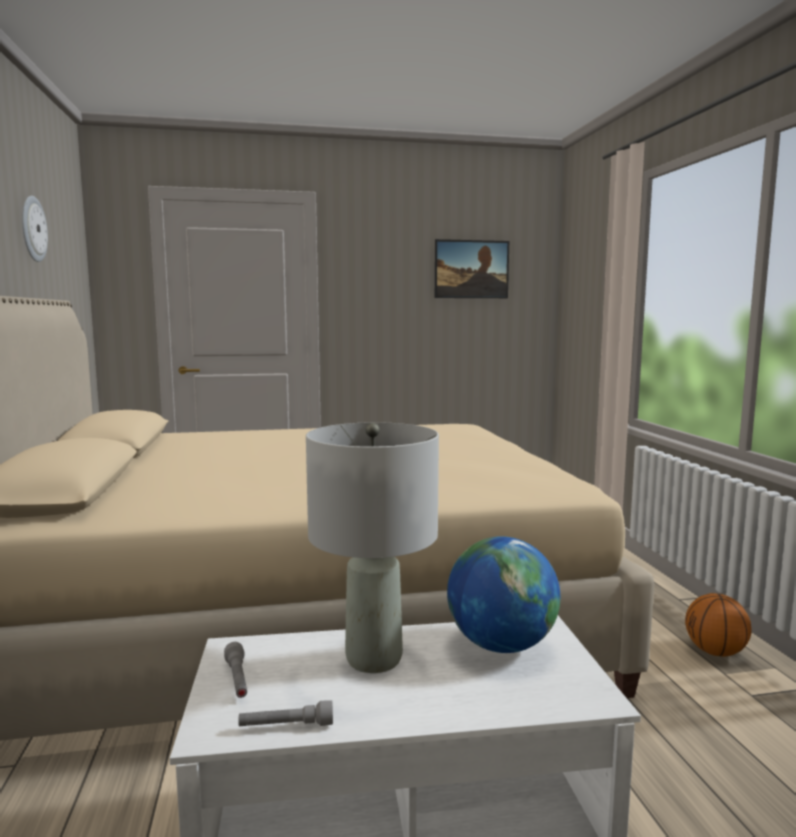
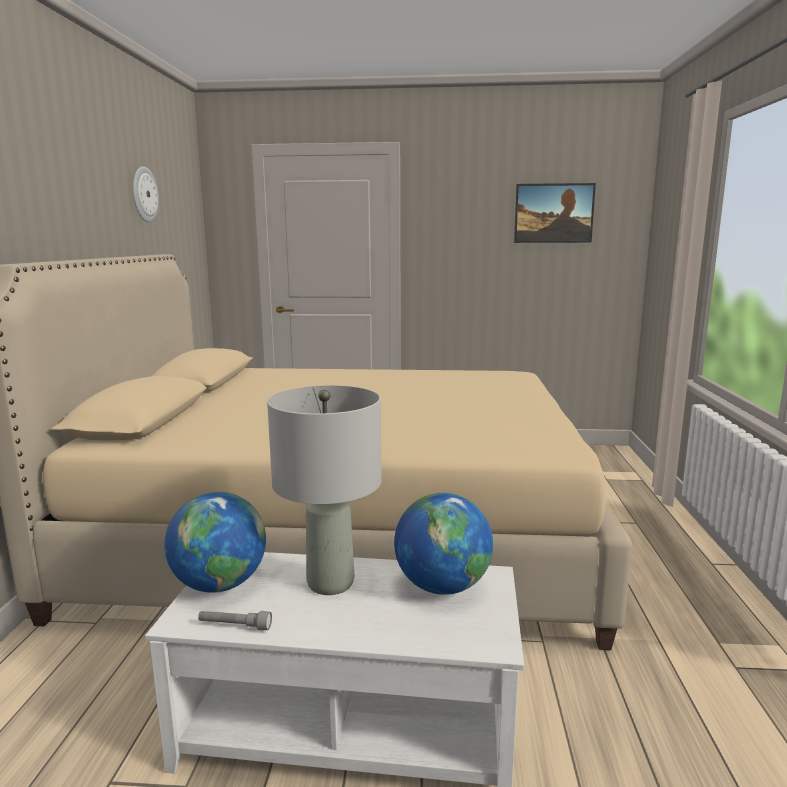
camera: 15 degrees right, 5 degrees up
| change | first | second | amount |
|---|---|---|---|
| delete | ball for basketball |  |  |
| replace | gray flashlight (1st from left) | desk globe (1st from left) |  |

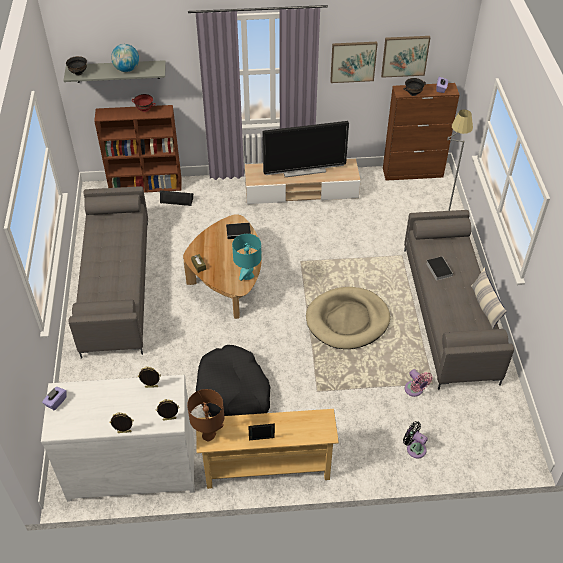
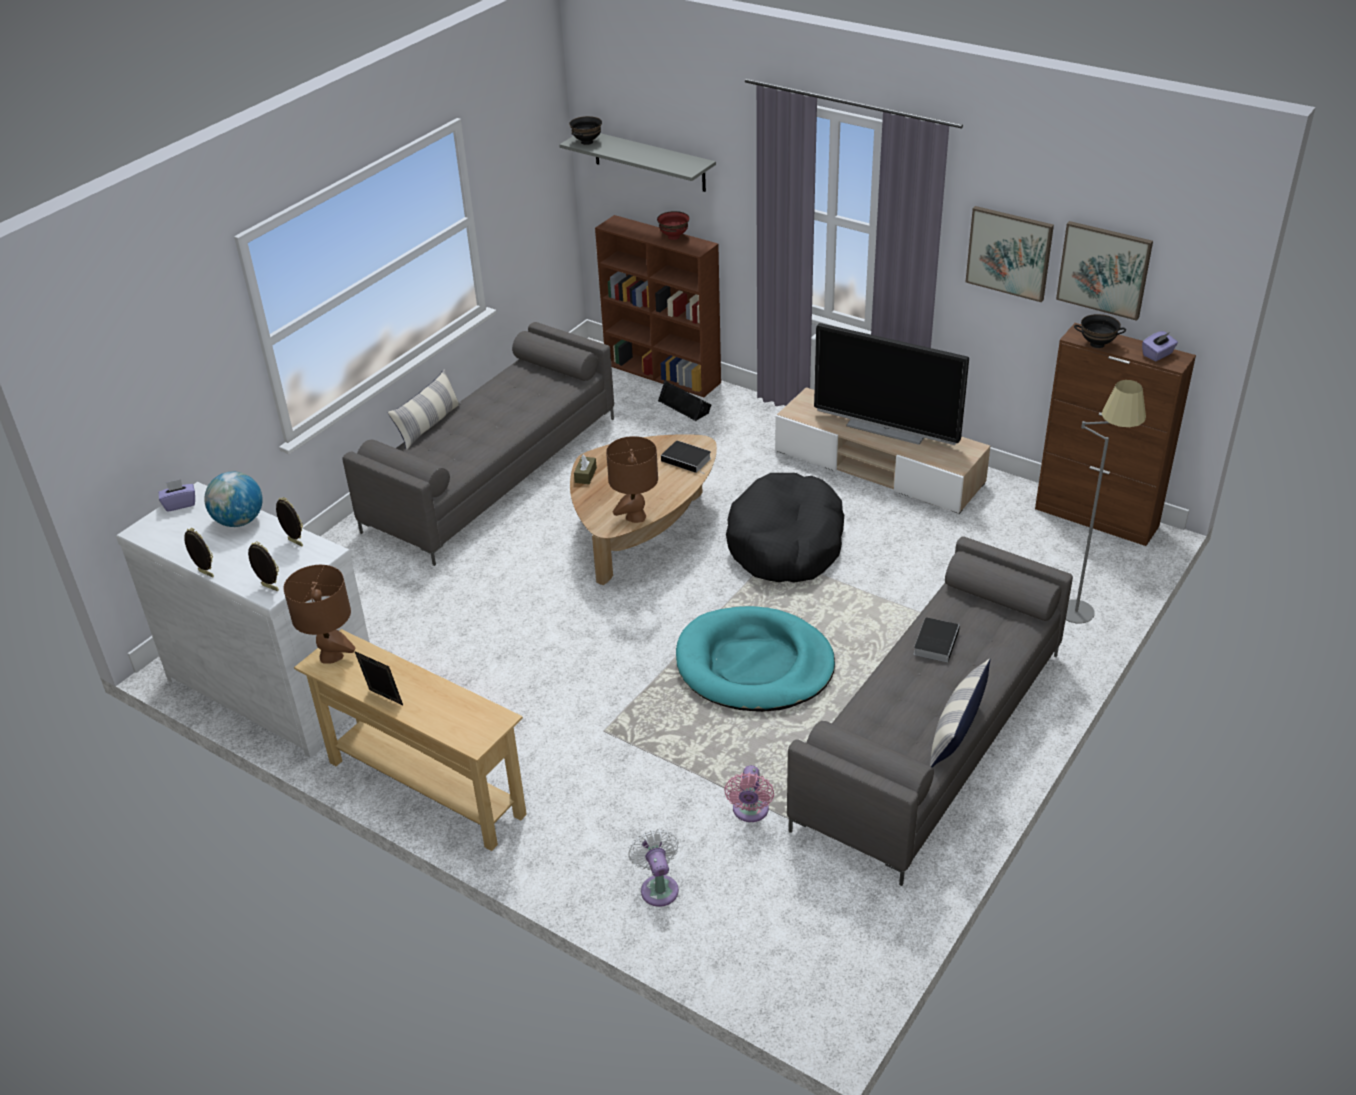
camera: 40 degrees right, 10 degrees down
| change | first | second | amount |
|---|---|---|---|
| insert |  | cushion (1st from left) |  |
| move | desk globe |  |  |
| move | black dog bed |  |  |
| recolor | turquoise tabletop lamp | brown-coloured tabletop lamp (2nd from left) |  |
| recolor | beige dog bed | turquoise dog bed |  |
| recolor | black electric fan | white electric fan |  |

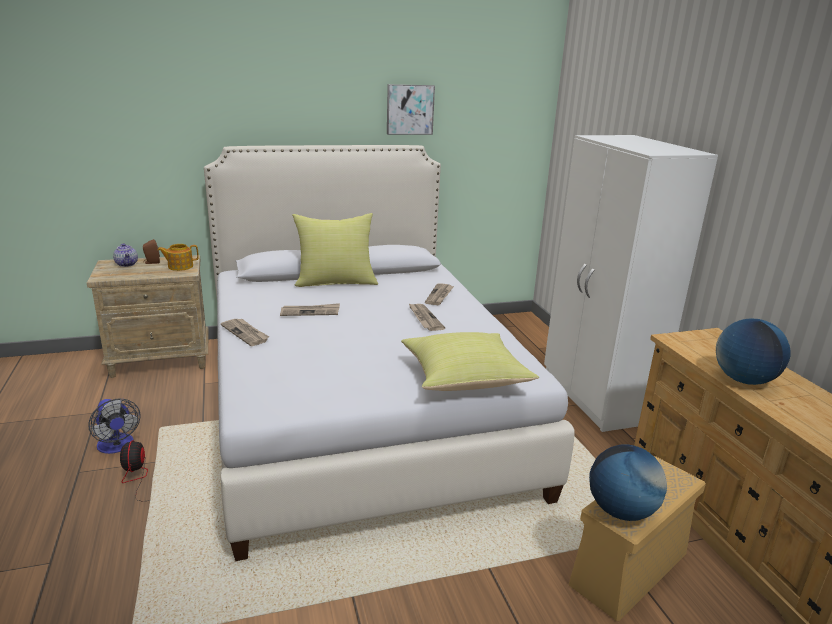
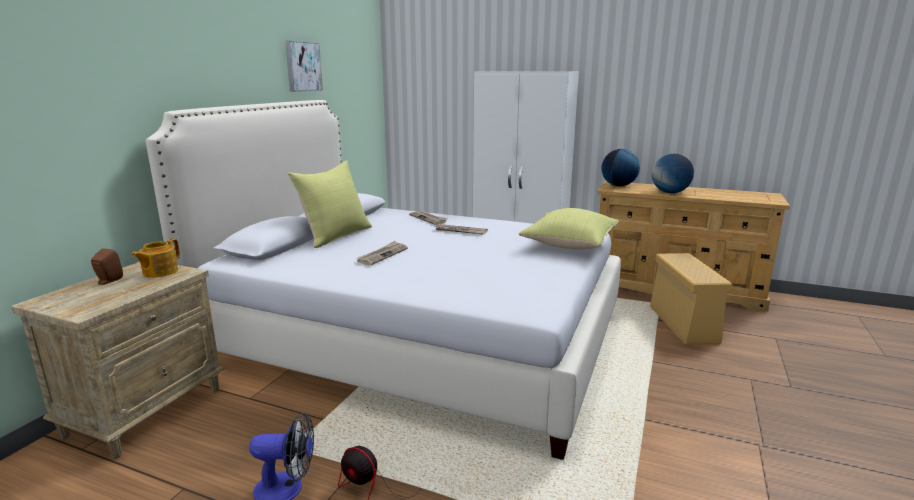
camera: 50 degrees left, 5 degrees down
| change | first | second | amount |
|---|---|---|---|
| delete | teapot (1st from left) |  |  |
| delete | newspaper (1st from left) |  |  |
| move | desk globe (1st from left) |  |  |

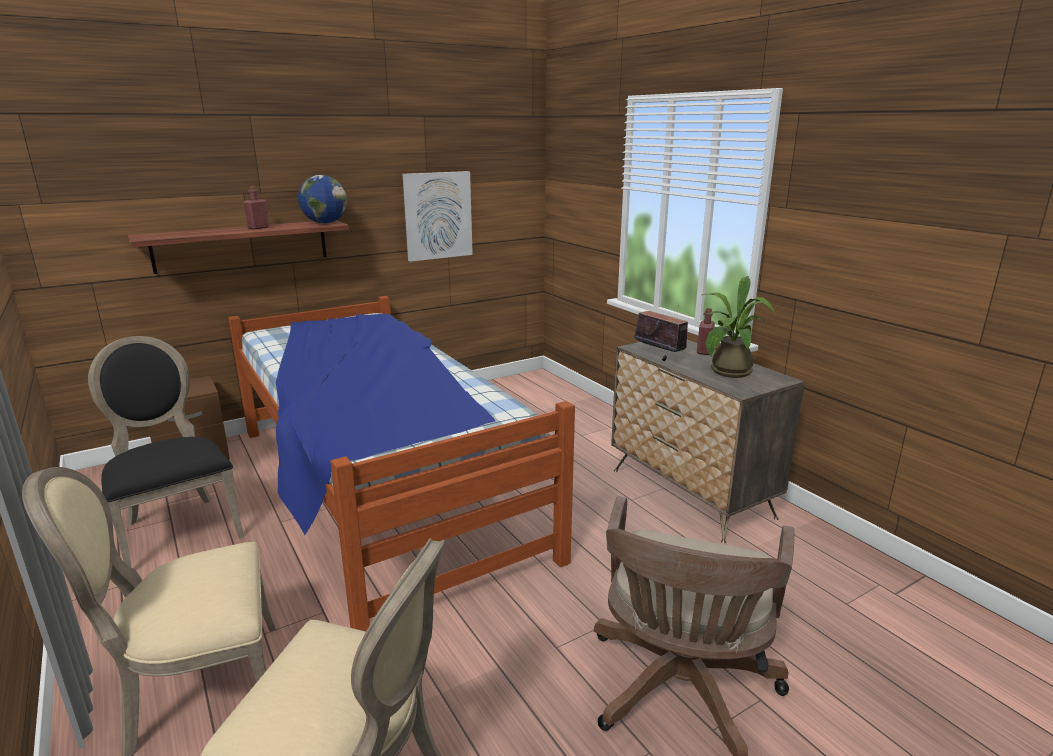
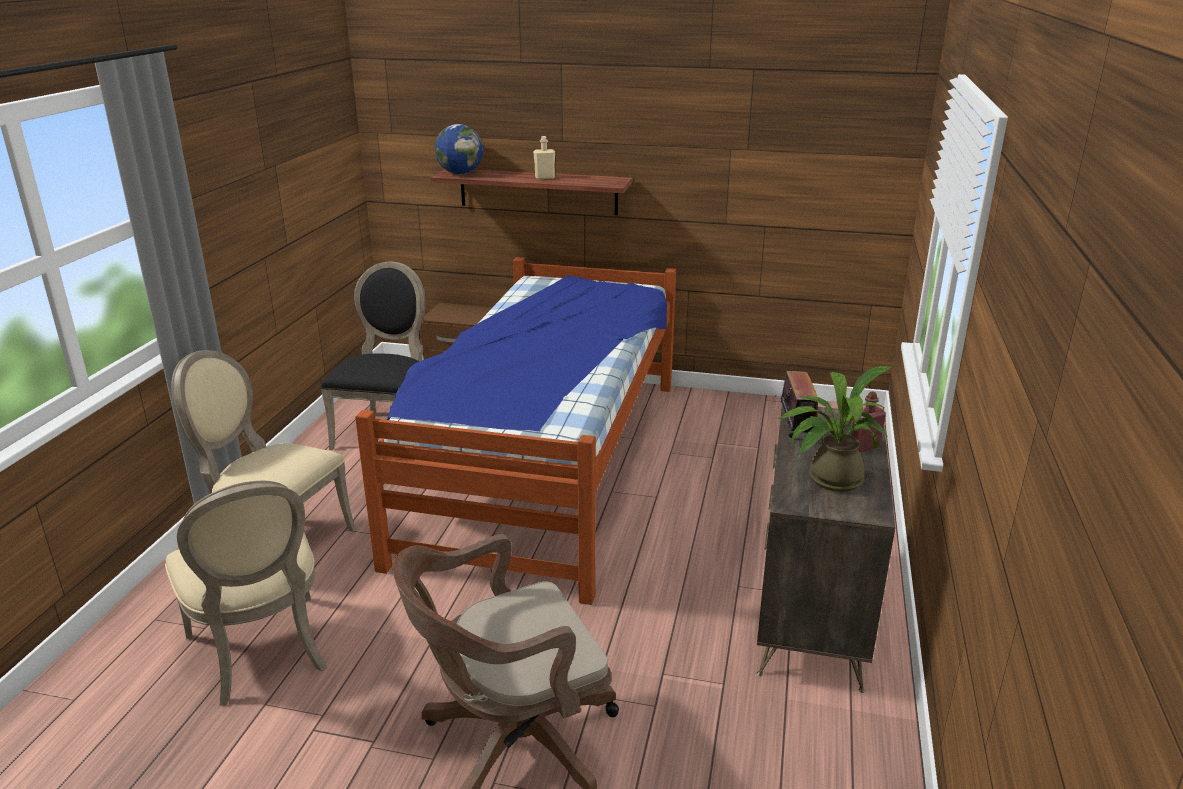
camera: 45 degrees right, 5 degrees up
| change | first | second | amount |
|---|---|---|---|
| delete | wall picture |  |  |
| move | desk globe |  |  |
| recolor | red-coloured bottle (1st from left) | beige bottle |  |

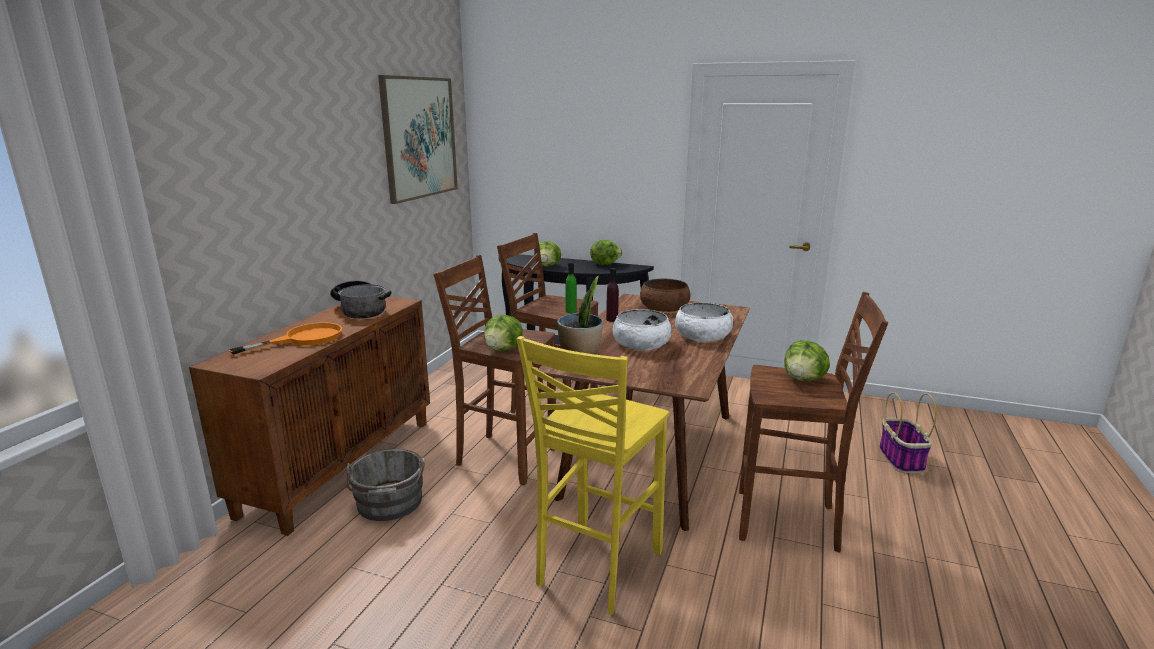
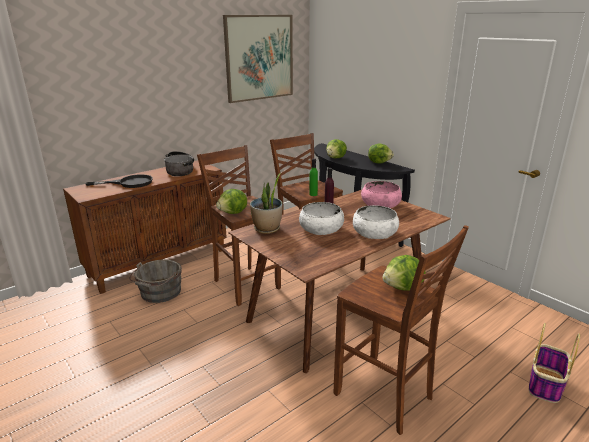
camera: 30 degrees right, 5 degrees up
| change | first | second | amount |
|---|---|---|---|
| delete | yellow-coloured stool |  |  |
| recolor | orangey skillet | black skillet |  |
| recolor | brown-coloured serving bowl | pink serving bowl |  |

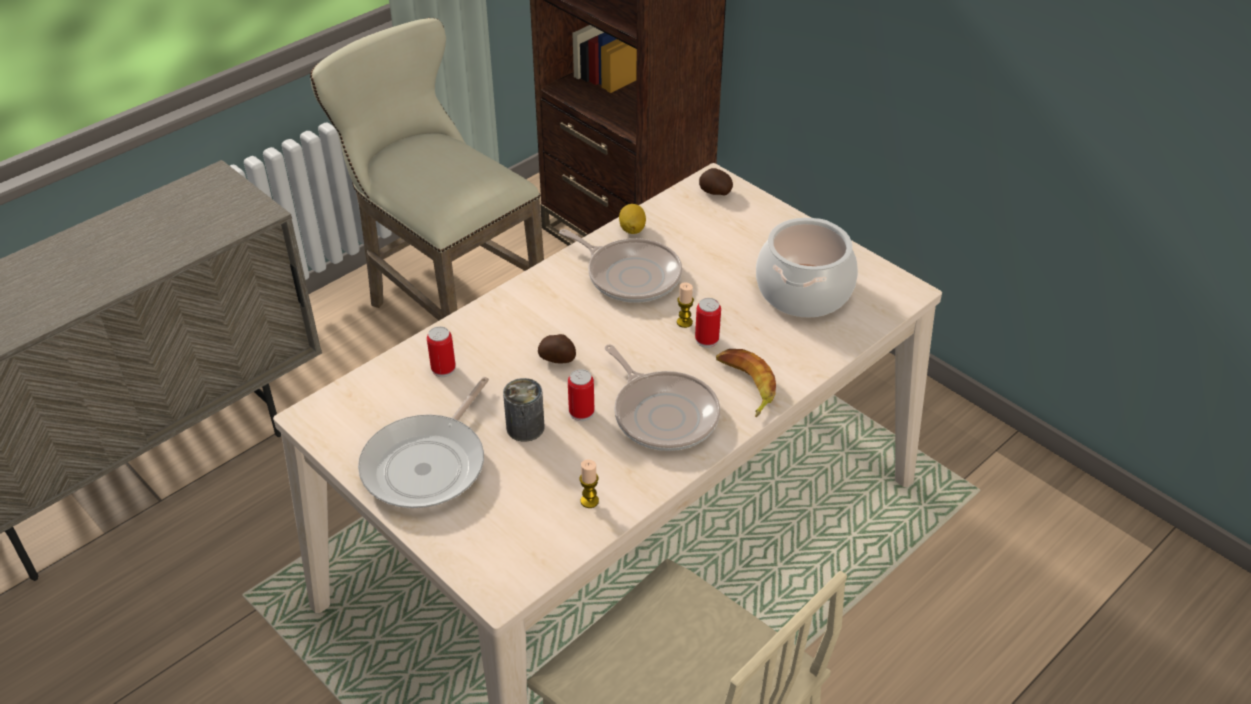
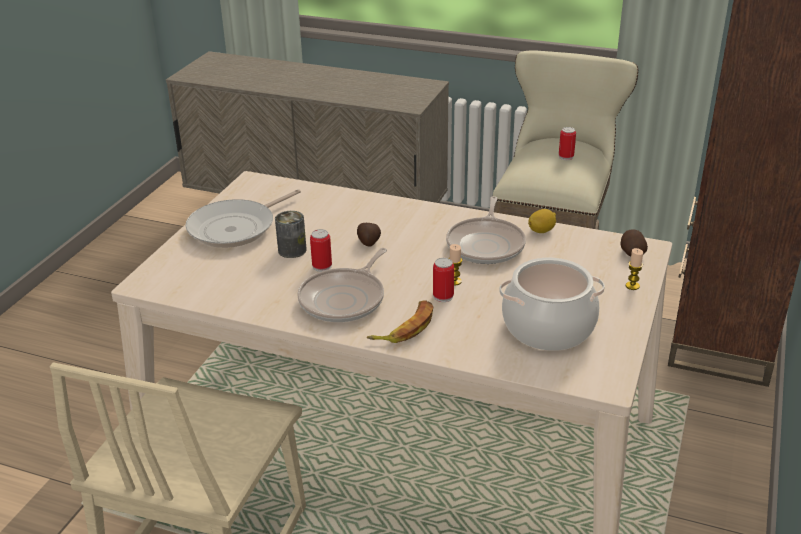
camera: 65 degrees right, 10 degrees down
| change | first | second | amount |
|---|---|---|---|
| move | sealed can (1st from left in the first image) | sealed can (4th from left) |  |
| move | wax light (1st from left in the first image) | wax light (2nd from left) |  |
| rotate | skillet (1st from left) |  | 45 degrees counterclockwise |

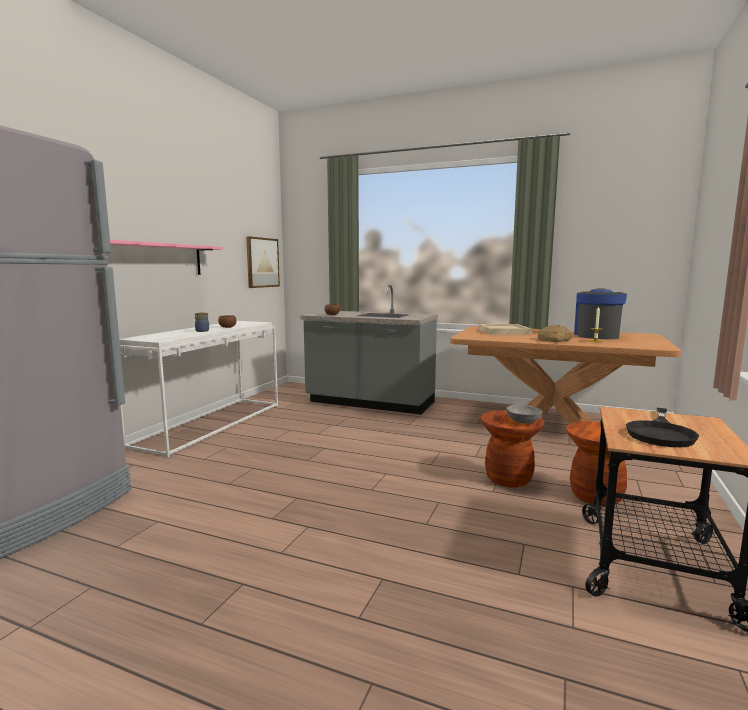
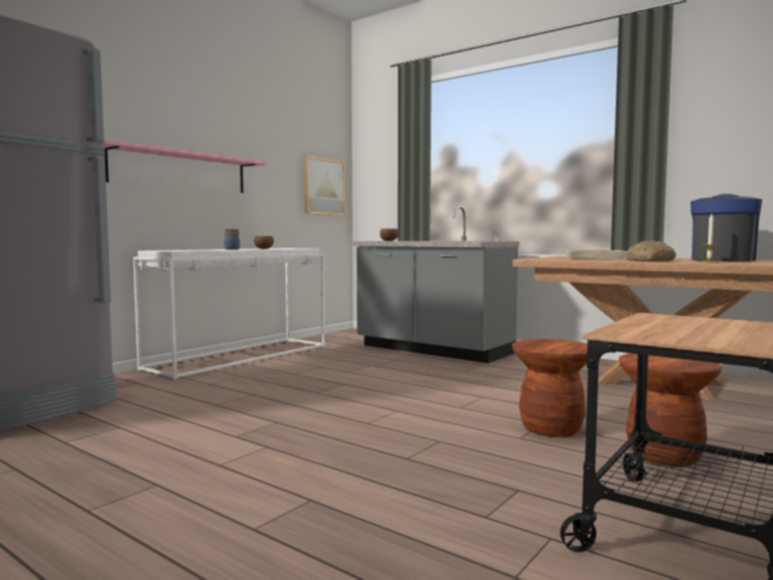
camera: 15 degrees right, 5 degrees down
| change | first | second | amount |
|---|---|---|---|
| delete | gray serving bowl |  |  |
| delete | black skillet |  |  |

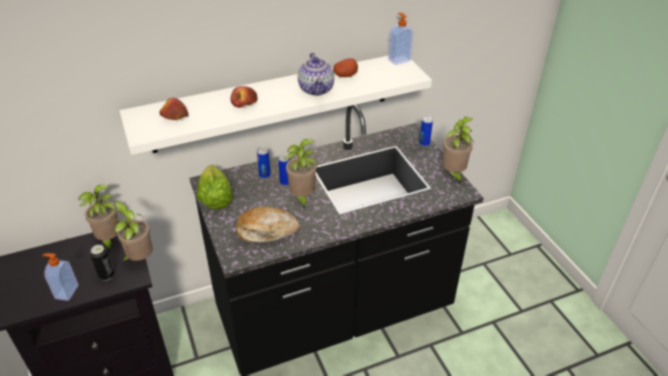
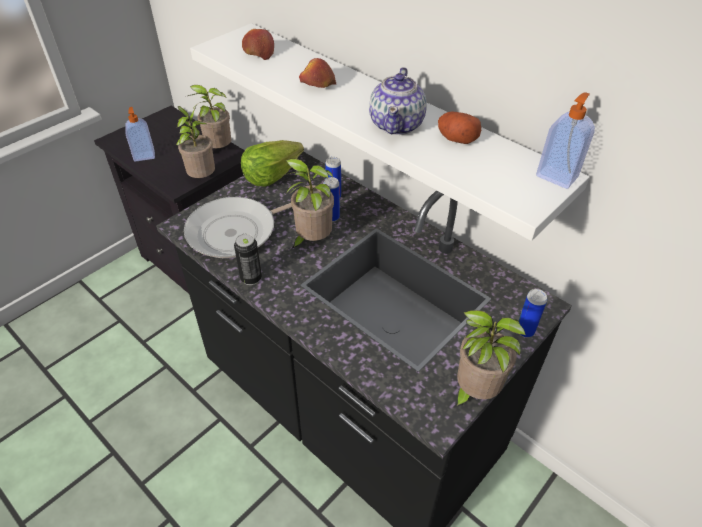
camera: 65 degrees right, 5 degrees up
| change | first | second | amount |
|---|---|---|---|
| move | sealed can (1st from left) |  |  |
| replace | bakery bread | skillet |  |
| rotate | teapot |  | 45 degrees counterclockwise |

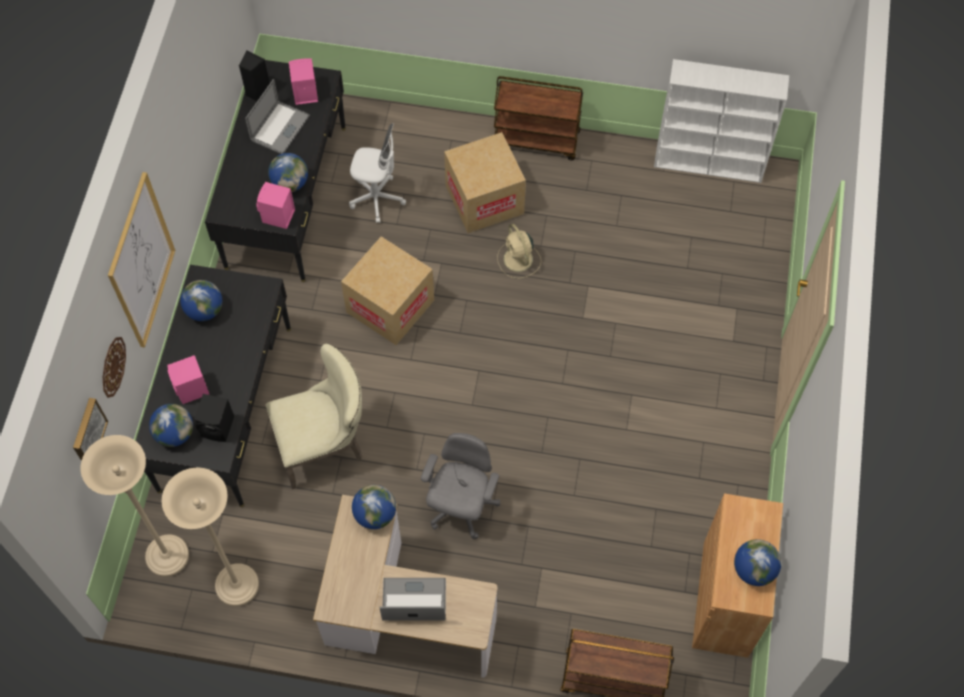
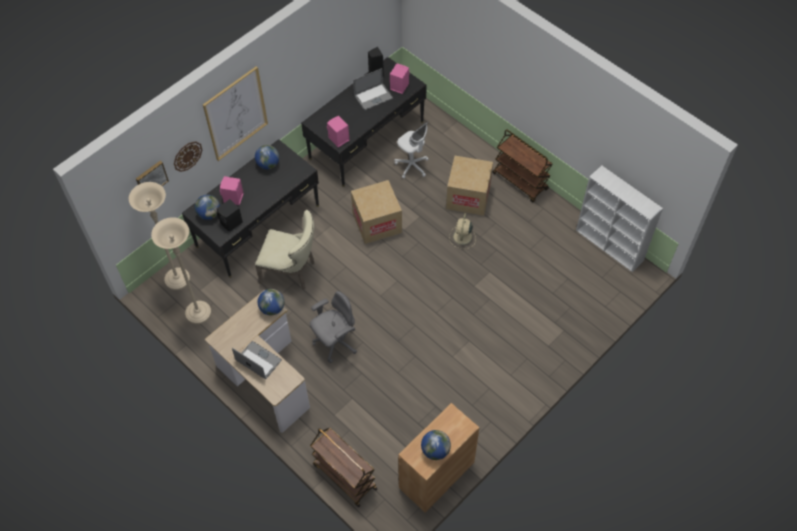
camera: 35 degrees right, 5 degrees down
| change | first | second | amount |
|---|---|---|---|
| delete | desk globe (3rd from left) |  |  |

